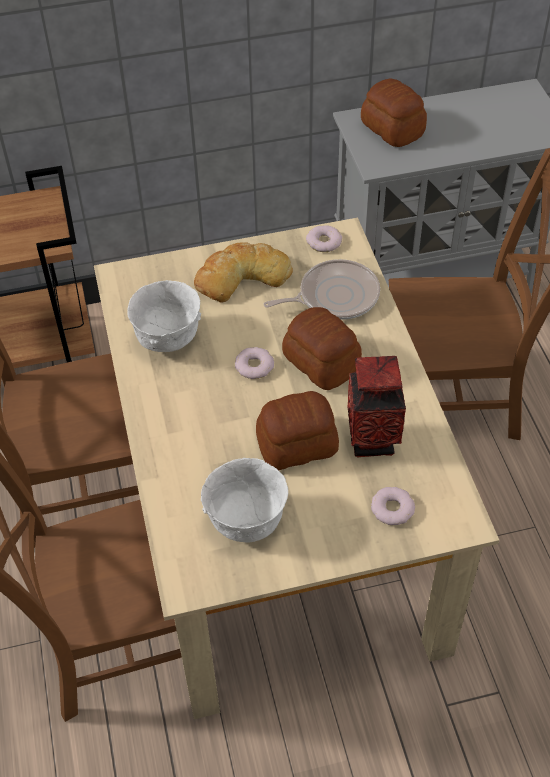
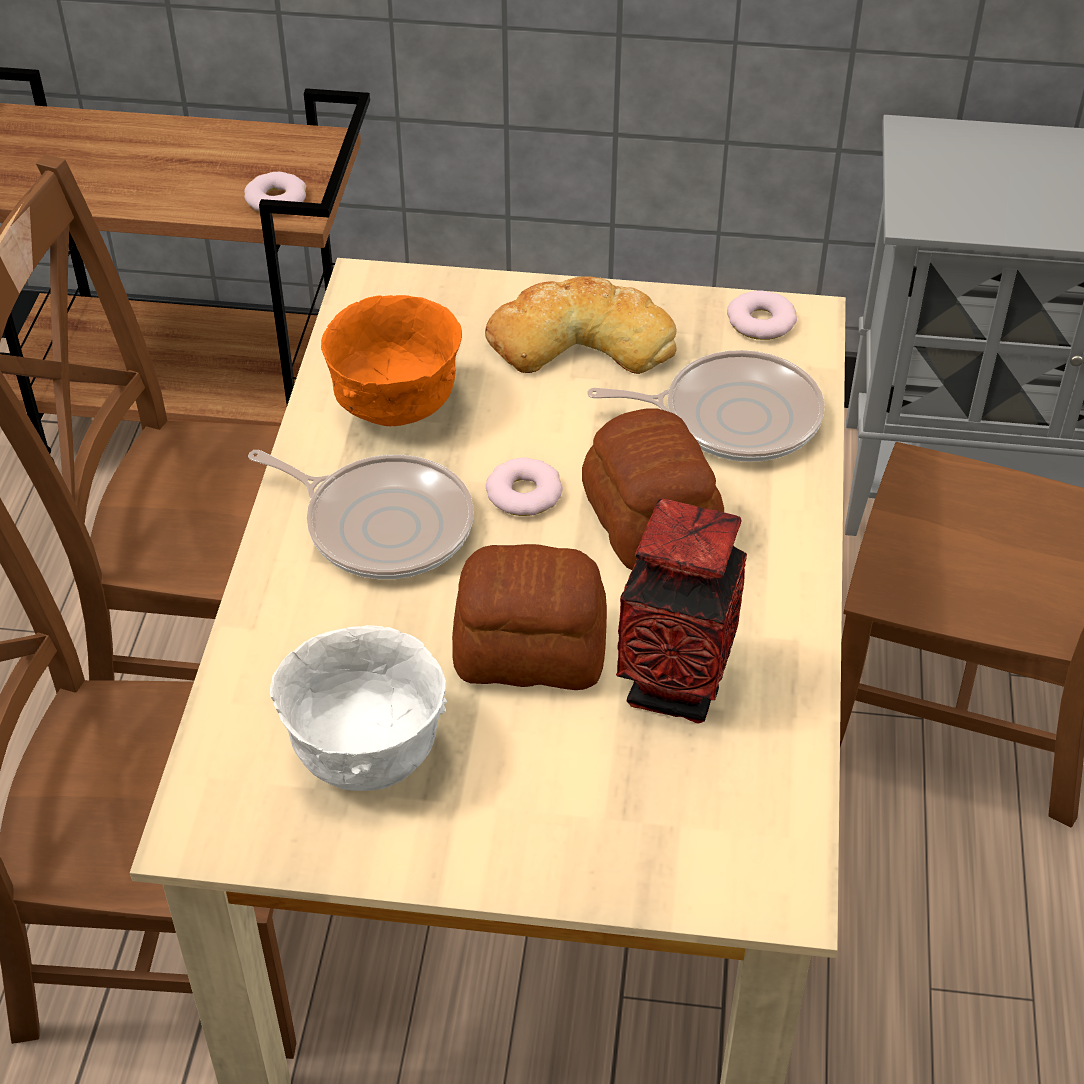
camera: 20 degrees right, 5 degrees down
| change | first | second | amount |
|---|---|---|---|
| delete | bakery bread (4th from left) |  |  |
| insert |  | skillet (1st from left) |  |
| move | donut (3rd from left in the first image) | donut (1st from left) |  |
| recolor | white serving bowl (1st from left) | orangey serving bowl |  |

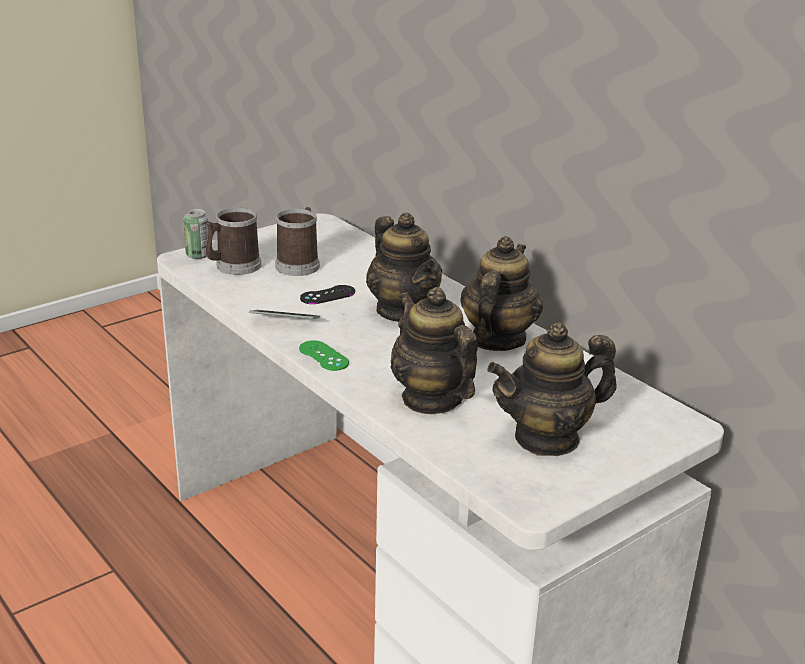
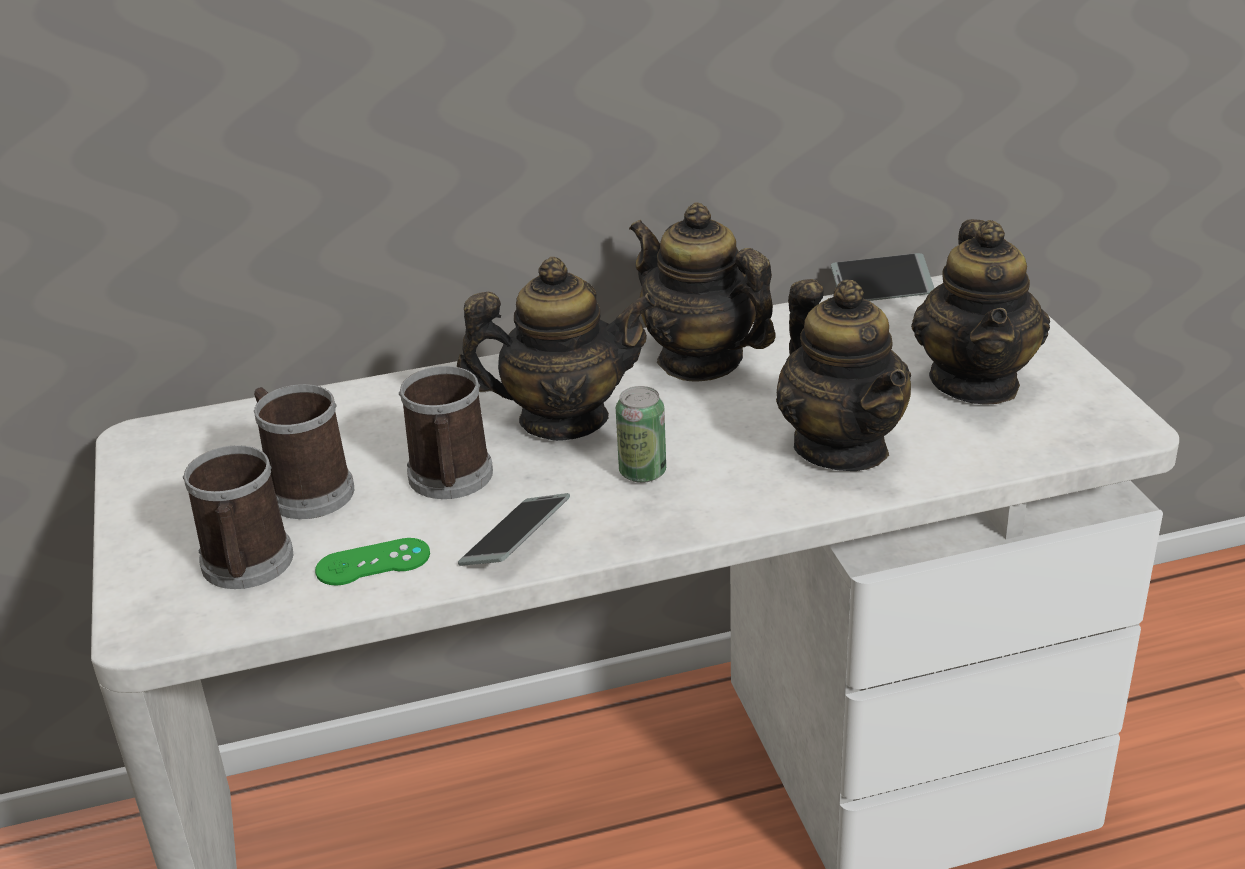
camera: 65 degrees left, 5 degrees up
| change | first | second | amount |
|---|---|---|---|
| insert |  | handset (2nd from left) |  |
| move | sealed can |  |  |
| move | greenish game controller |  |  |
| replace | black game controller | tea mug (3rd from left) |  |
| rotate | teapot (2nd from left in the first image) | teapot (3rd from left) | 105 degrees counterclockwise |

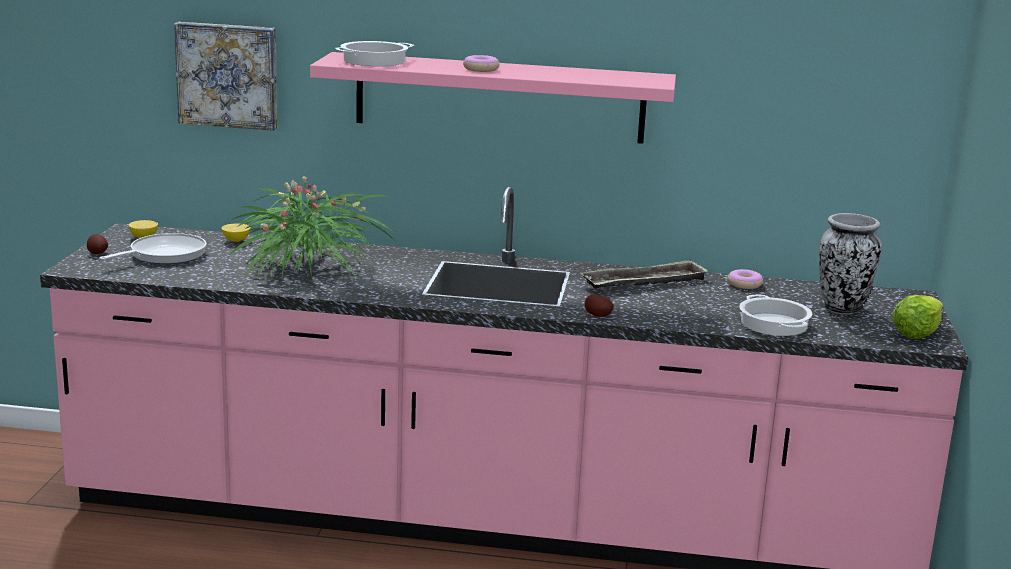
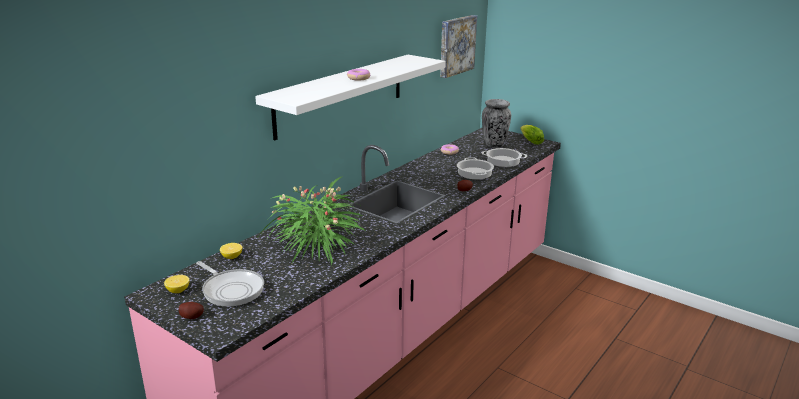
camera: 60 degrees left, 5 degrees up
| change | first | second | amount |
|---|---|---|---|
| delete | carrying tray |  |  |
| move | wall picture |  |  |
| move | stockpot (1st from left) |  |  |
| recolor | pink shelf | white shelf |  |
| rotate | skillet |  | 150 degrees clockwise |

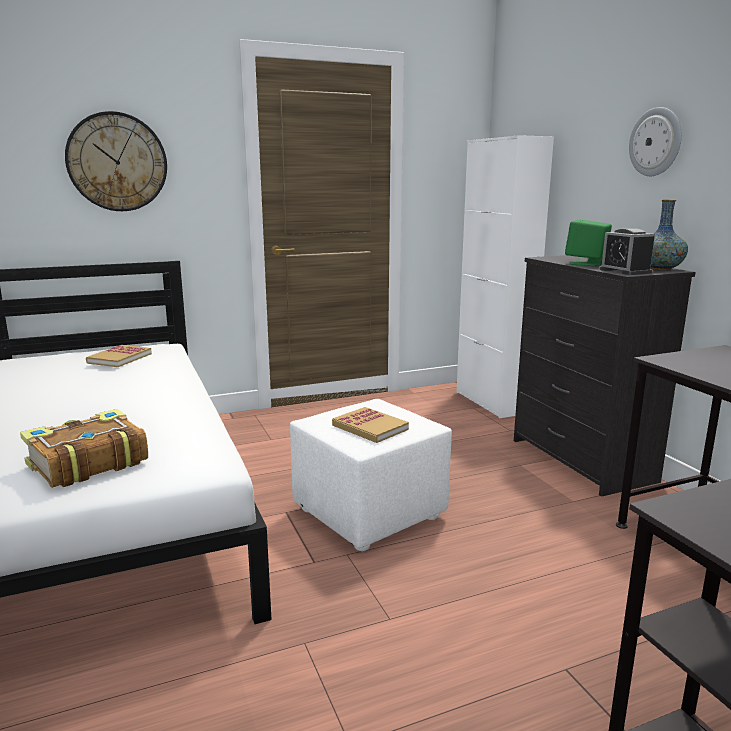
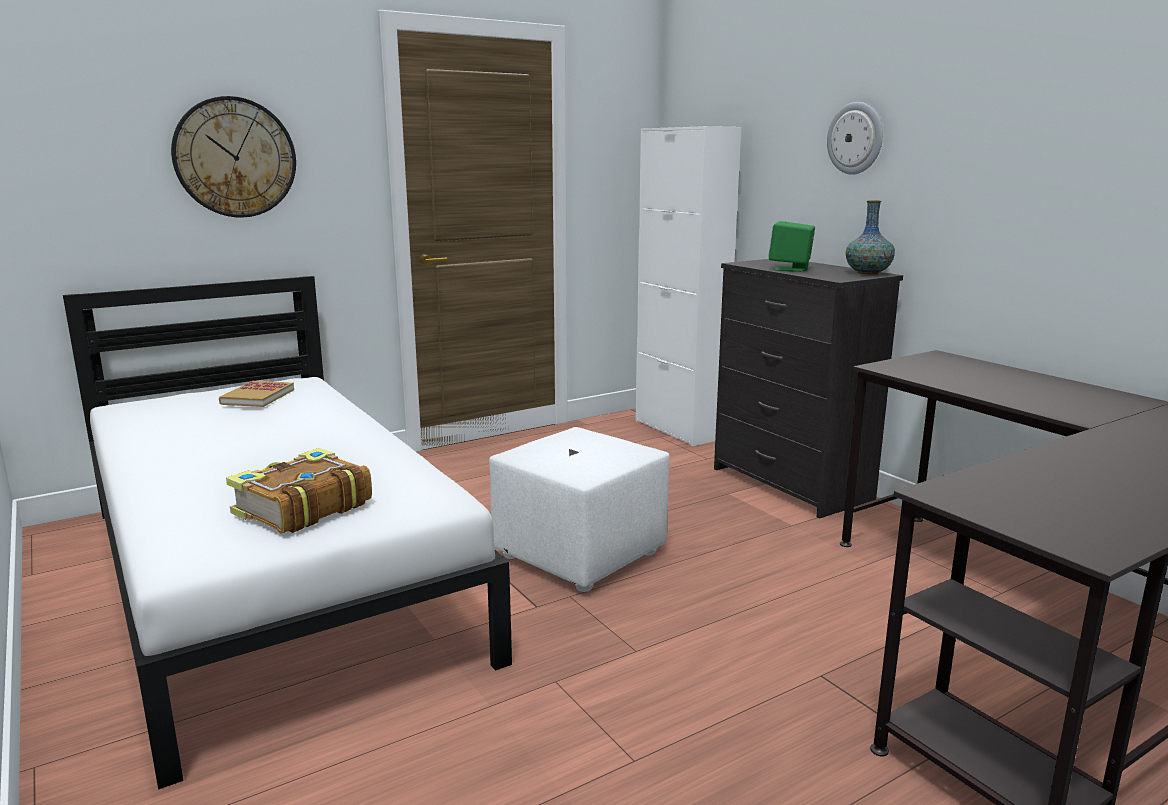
camera: 10 degrees left, 0 degrees up
| change | first | second | amount |
|---|---|---|---|
| delete | book (3rd from left) |  |  |
| delete | bedside clock |  |  |

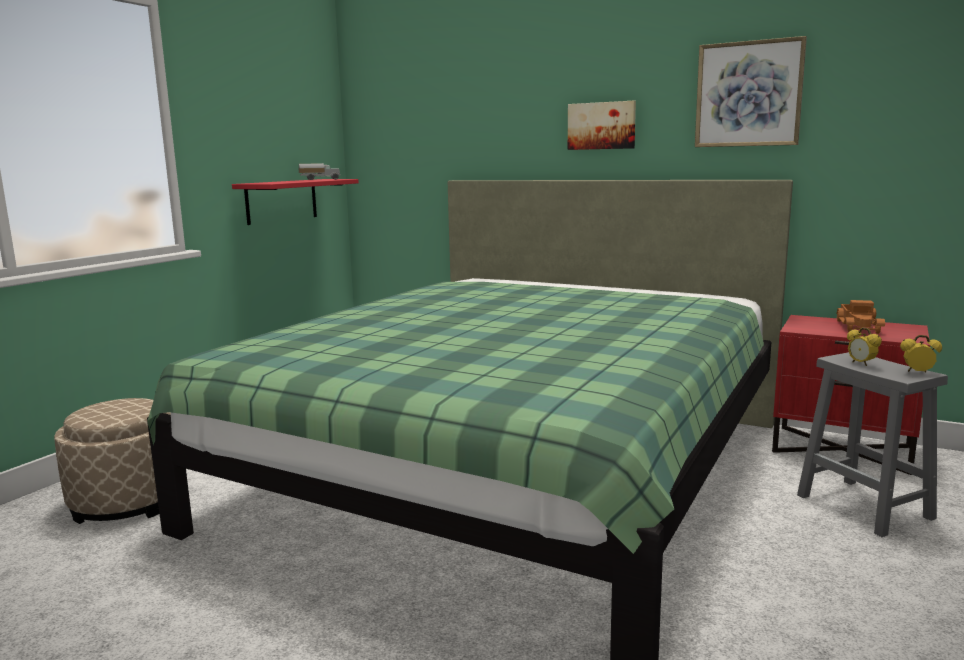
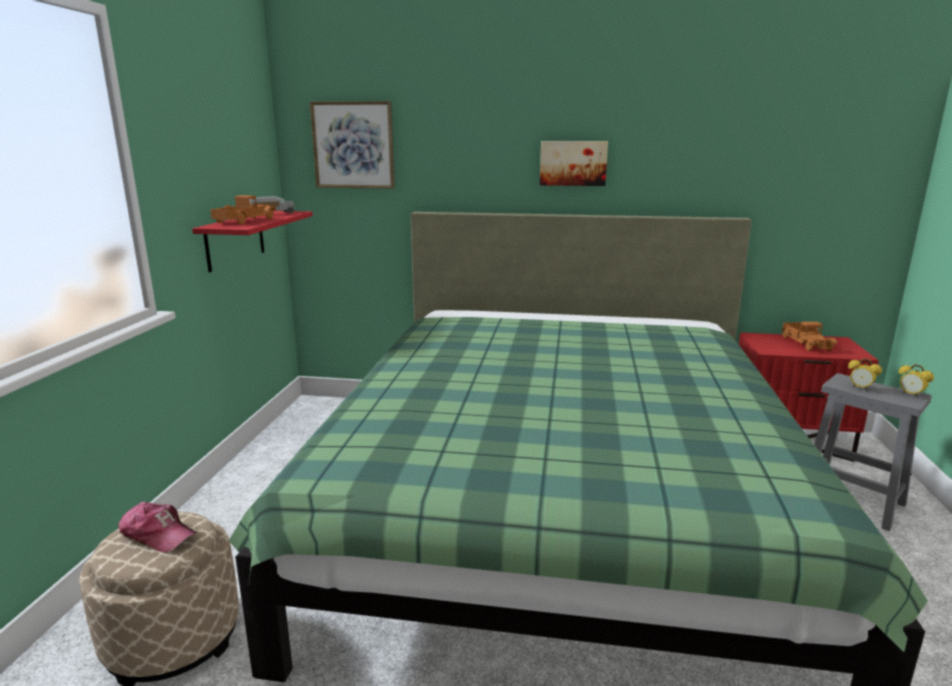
camera: 20 degrees left, 5 degrees up
| change | first | second | amount |
|---|---|---|---|
| insert |  | baseball cap |  |
| insert |  | model truck (1st from left) |  |
| move | wall picture (2nd from left in the first image) | wall picture (1st from left) |  |
| rotate | bedside clock (2nd from left) |  | 120 degrees counterclockwise |

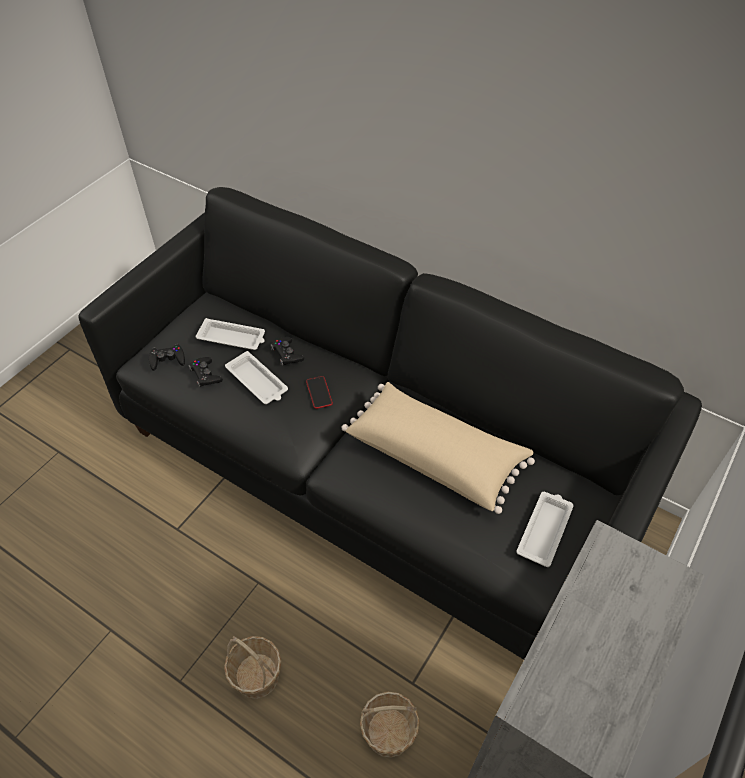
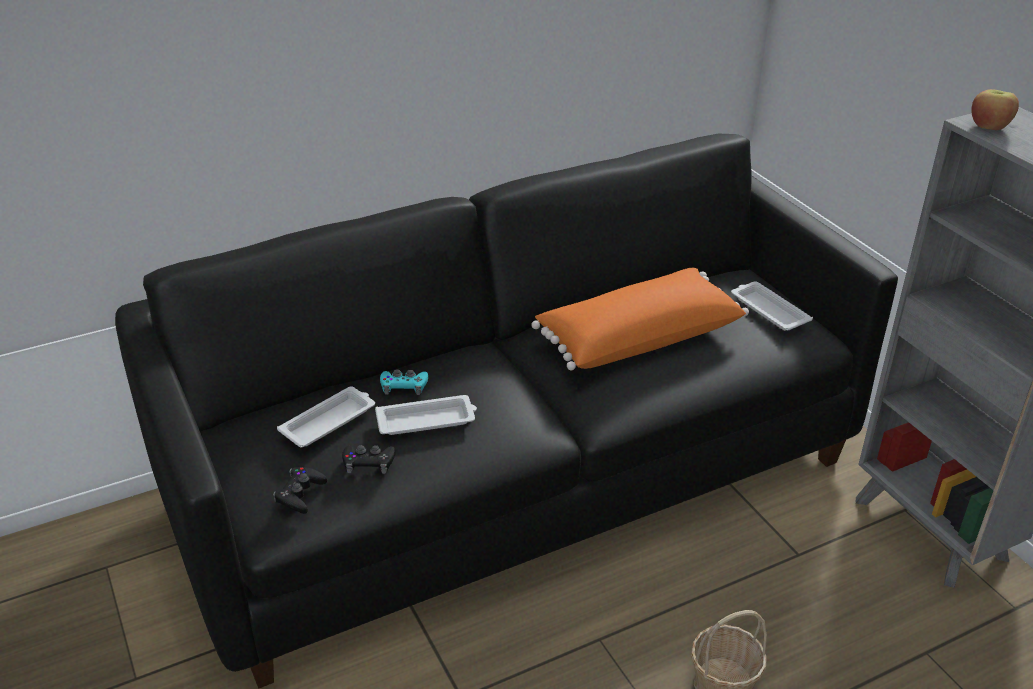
camera: 60 degrees left, 15 degrees down
| change | first | second | amount |
|---|---|---|---|
| delete | handset |  |  |
| delete | household basket (2nd from left) |  |  |
| insert |  | whole apple |  |
| recolor | black game controller (3rd from left) | turquoise game controller |  |
| recolor | beige cushion | orangey cushion |  |

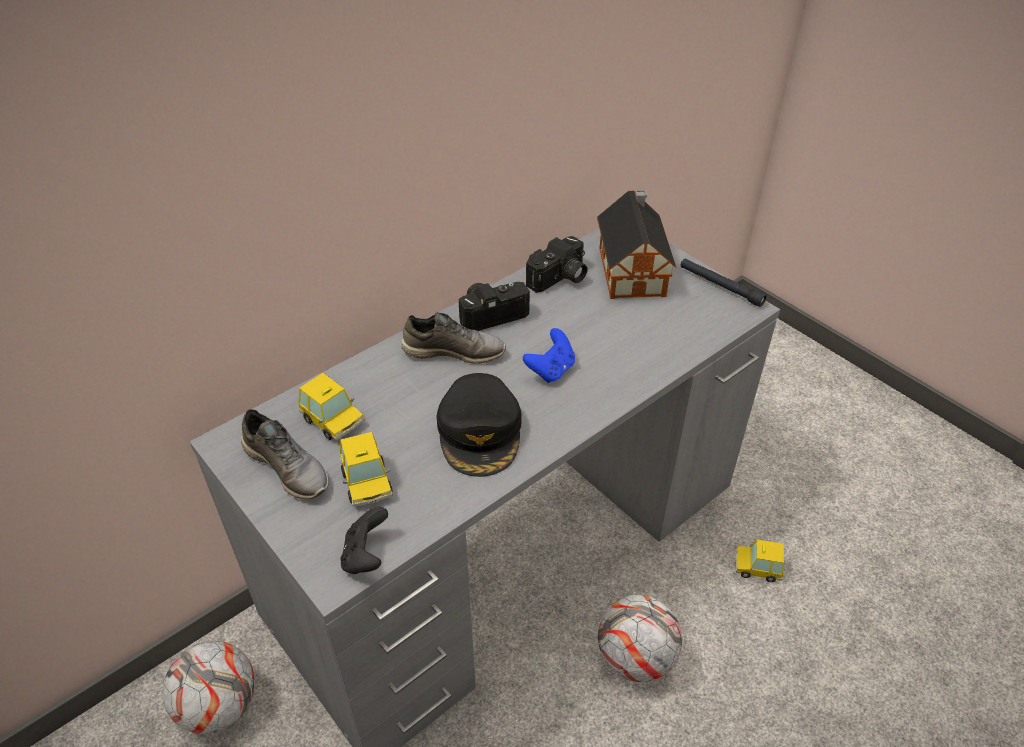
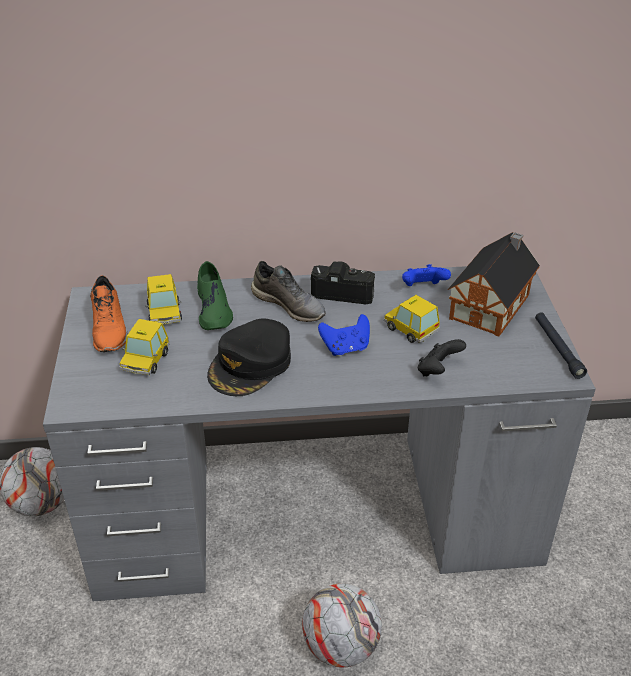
camera: 35 degrees right, 5 degrees down
| change | first | second | amount |
|---|---|---|---|
| insert |  | greenish low shoe |  |
| move | black game controller |  |  |
| move | miniature car (3rd from left) |  |  |
| replace | photo camera (2nd from left) | blue game controller (2nd from left) |  |
| recolor | gray low shoe (1st from left) | orangey low shoe |  |

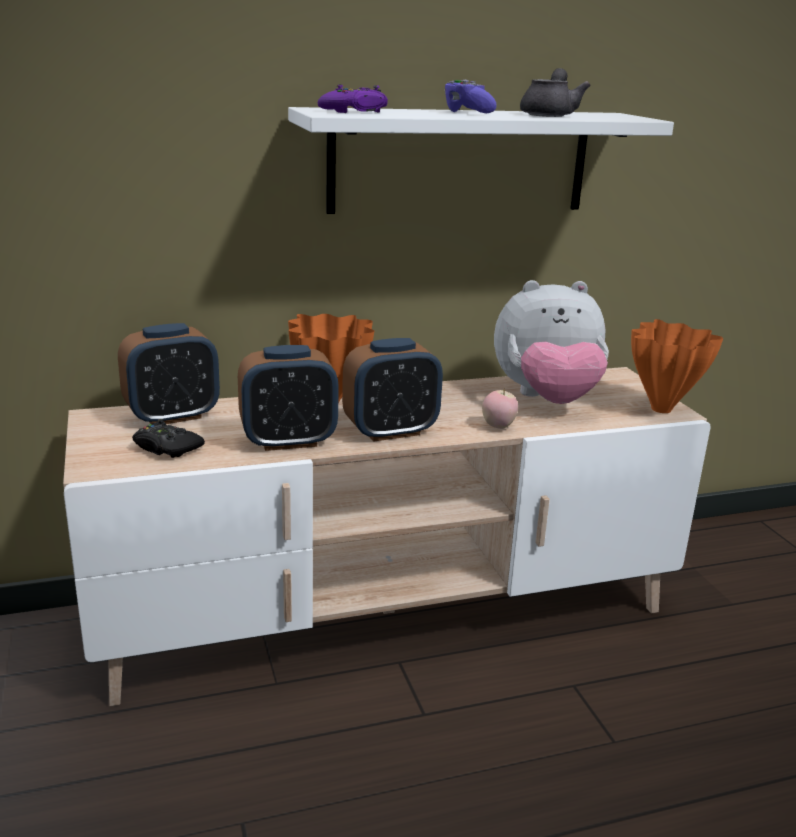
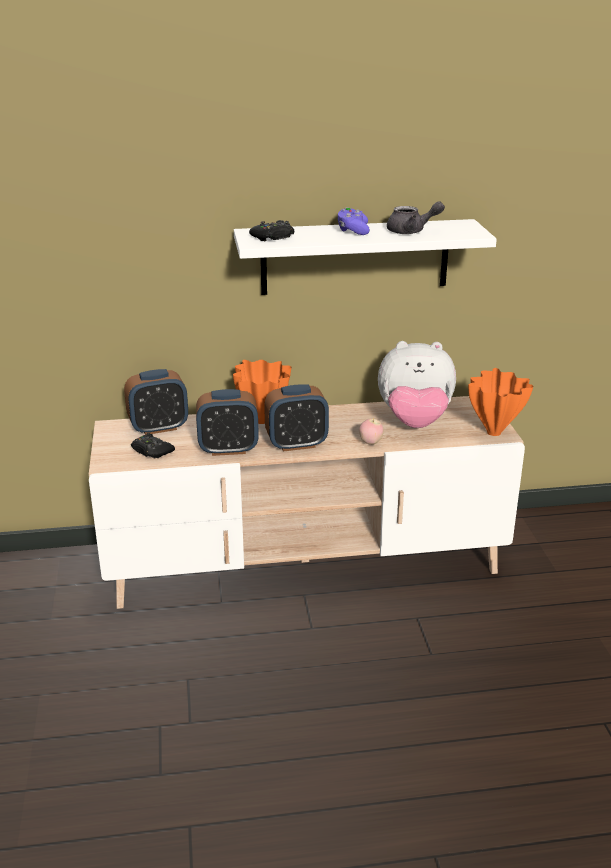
camera: 10 degrees right, 5 degrees up
| change | first | second | amount |
|---|---|---|---|
| recolor | purple game controller (1st from left) | black game controller (2nd from left) |  |
| rotate | gray teapot |  | 60 degrees clockwise |

